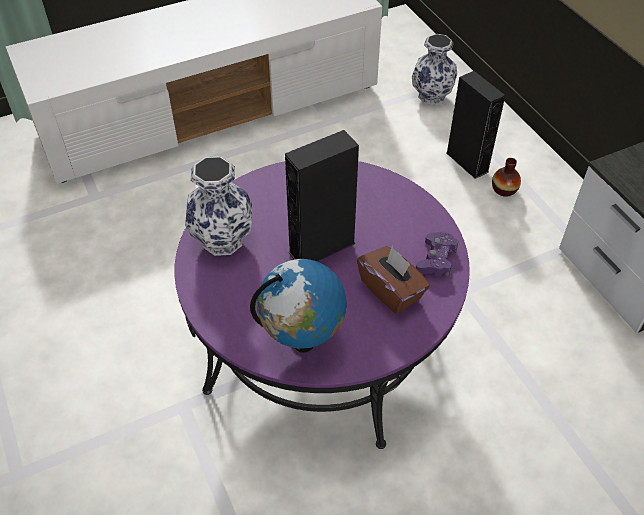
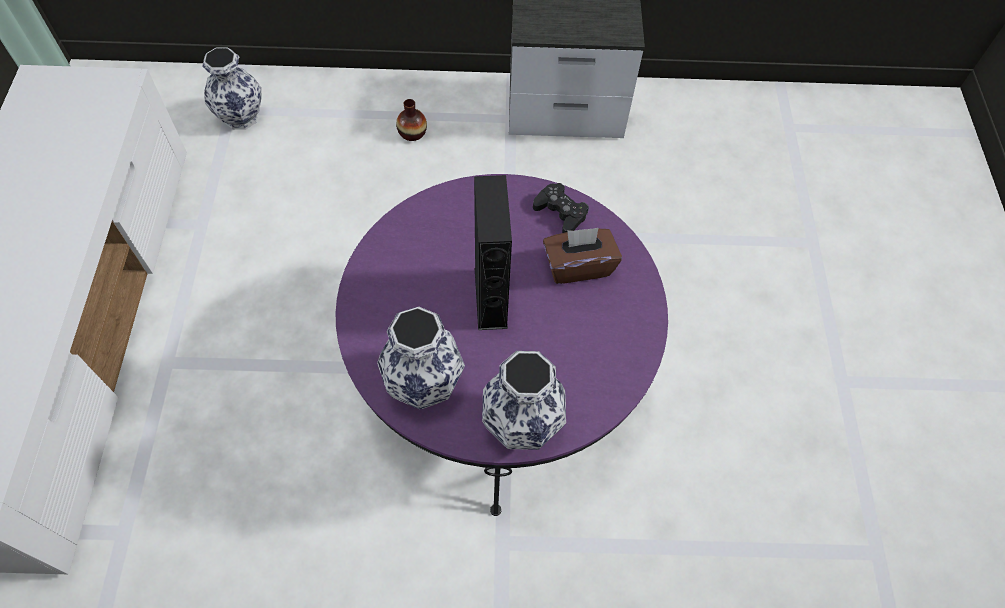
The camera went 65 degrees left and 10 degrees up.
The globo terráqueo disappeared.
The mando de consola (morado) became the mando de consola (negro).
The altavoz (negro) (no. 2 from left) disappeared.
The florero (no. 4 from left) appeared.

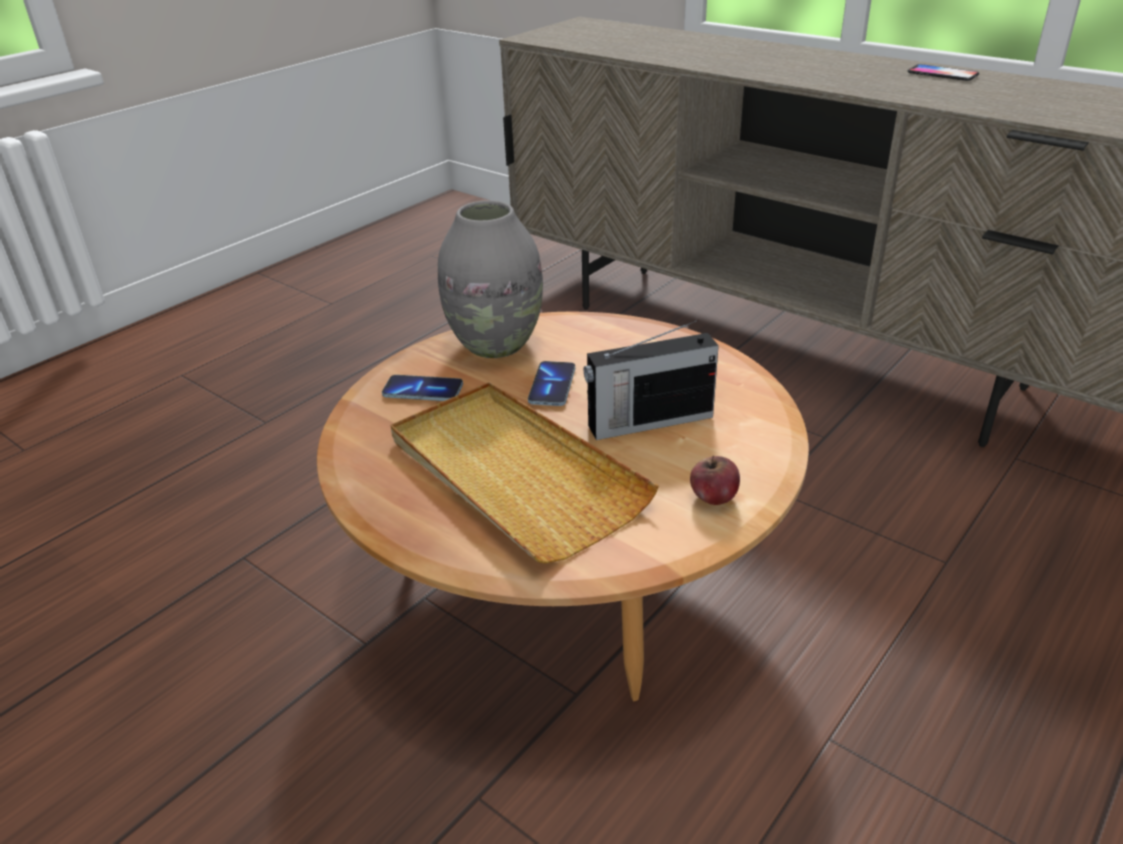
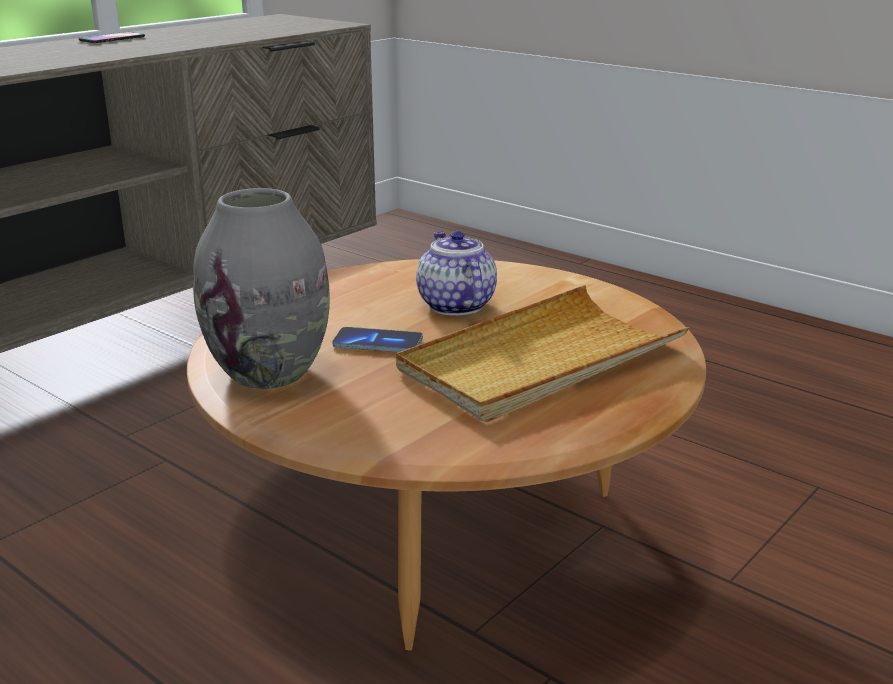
The camera went 90 degrees left and 10 degrees down.
The móvil (no. 1 from left) disappeared.
The radio was replaced by the tetera.
The manzana disappeared.

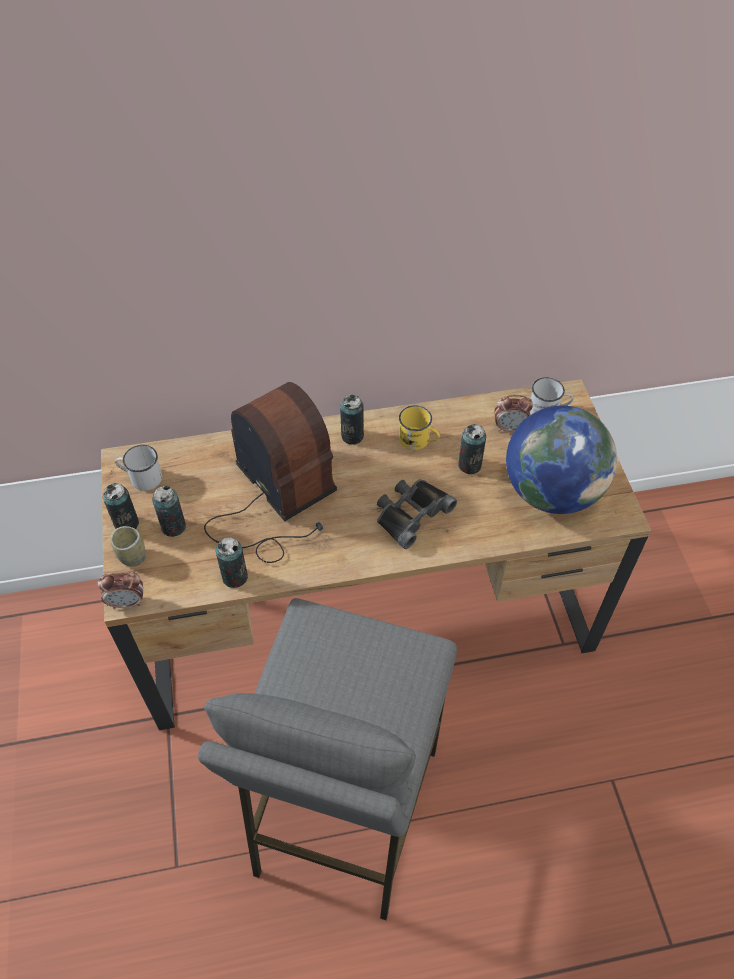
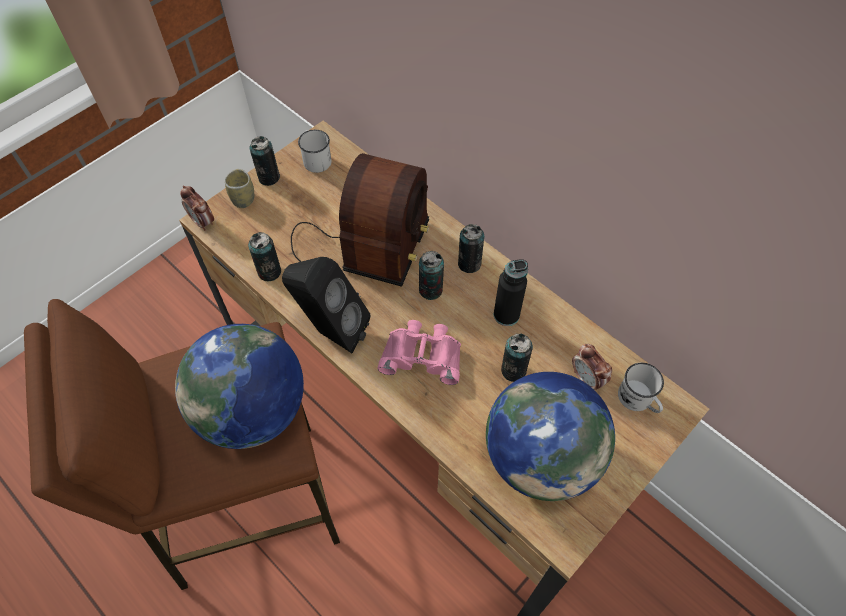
The camera went 55 degrees right and 5 degrees up.
The lata (no. 2 from left in the first image) moved.
The taburete (gris) became the taburete (marrón).
The prismáticos (negro) became the prismáticos (rosa).
The taza grande (amarillo) was replaced by the botella (negro).
The globo terráqueo (no. 1 from left) appeared.
The altavoz (negro) appeared.

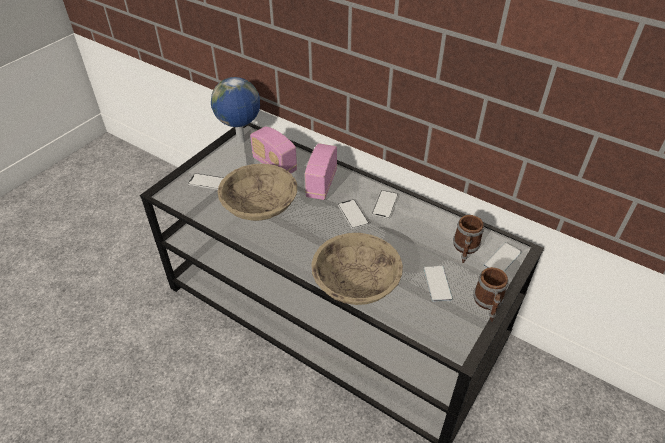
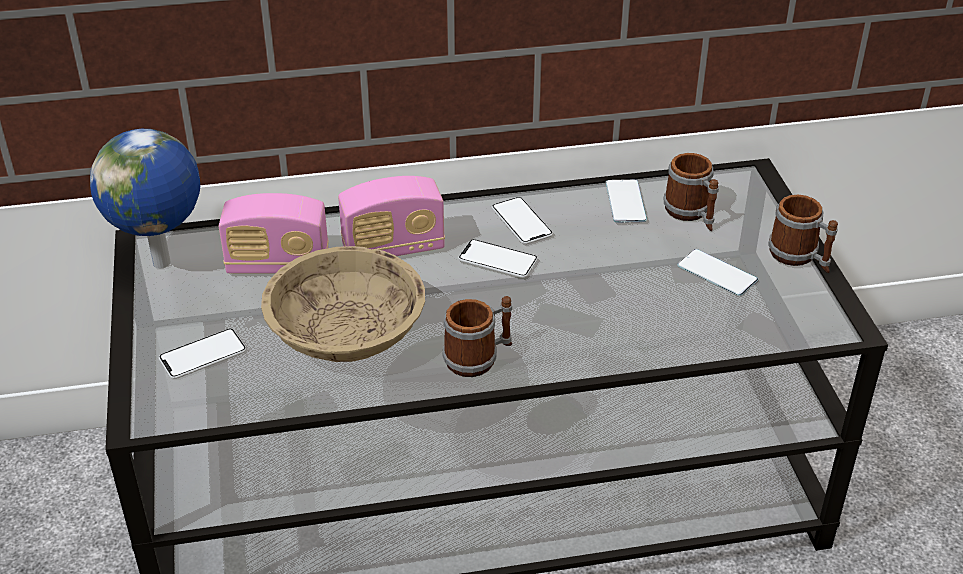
The camera went 45 degrees left and 5 degrees down.
The radio (no. 2 from left) turned 75 degrees counterclockwise.
The cuenco (beis) (no. 2 from left) disappeared.
The móvil (no. 5 from left in the first image) moved.
The taza grande (no. 1 from left) appeared.

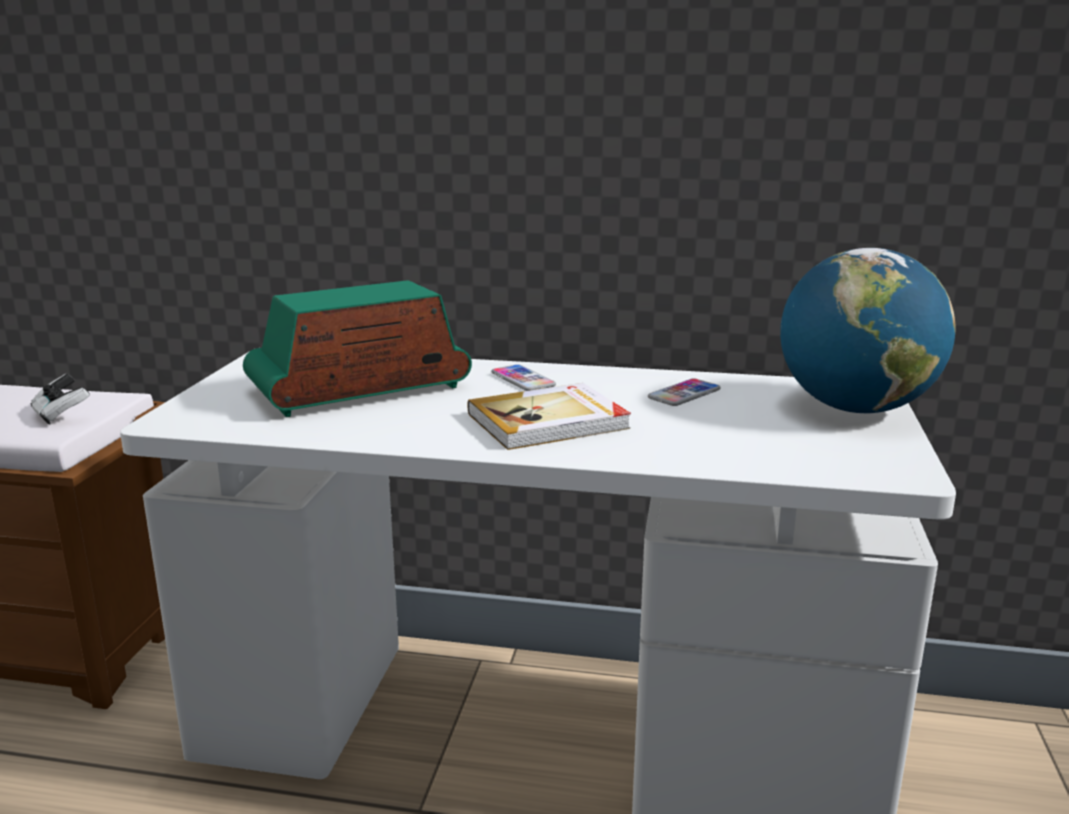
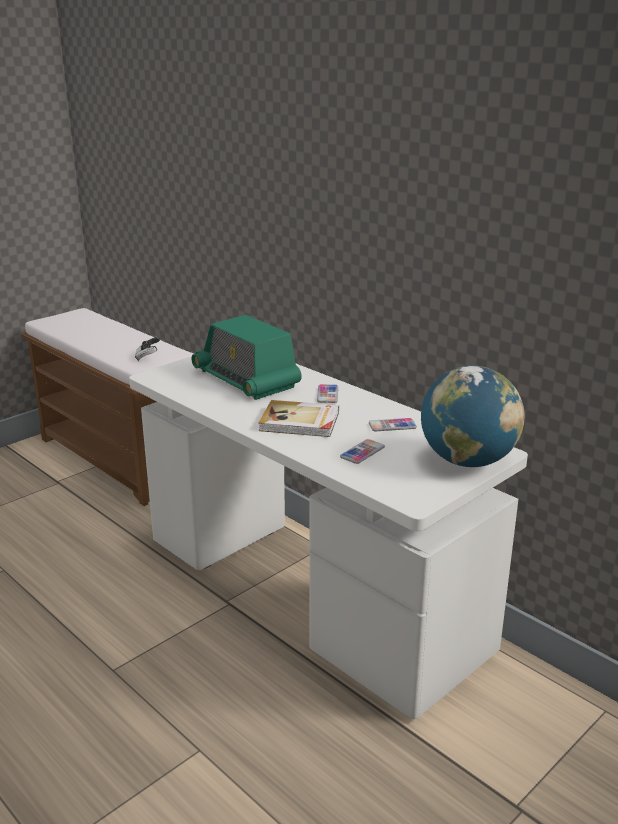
The camera went 35 degrees right and 5 degrees up.
The radio turned 135 degrees counterclockwise.
The móvil (no. 2 from left) appeared.

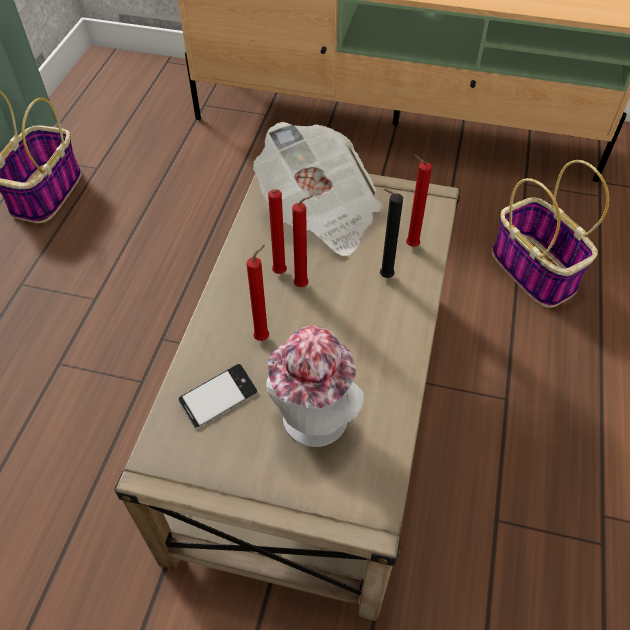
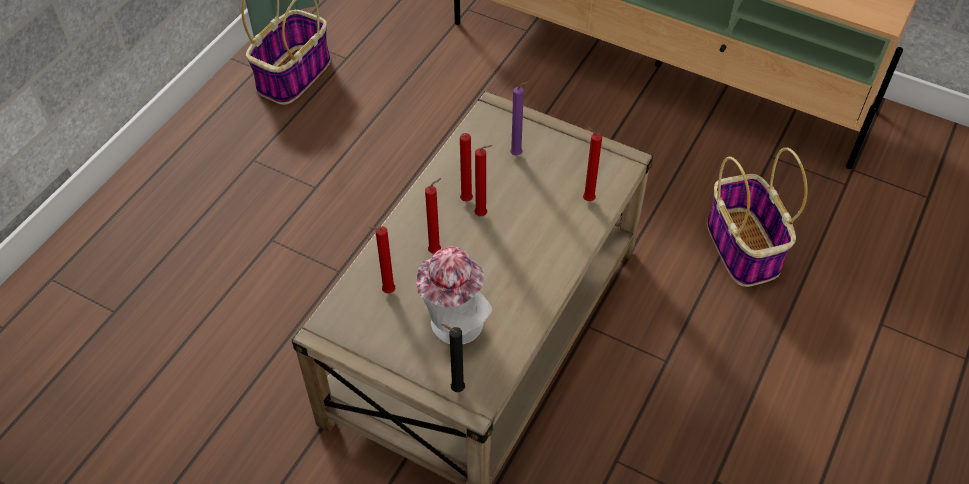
The camera went 15 degrees right and 0 degrees up.
The móvil was replaced by the vela (rojo) (no. 1 from left).
The periódico was replaced by the vela (morado).
The vela (negro) moved.

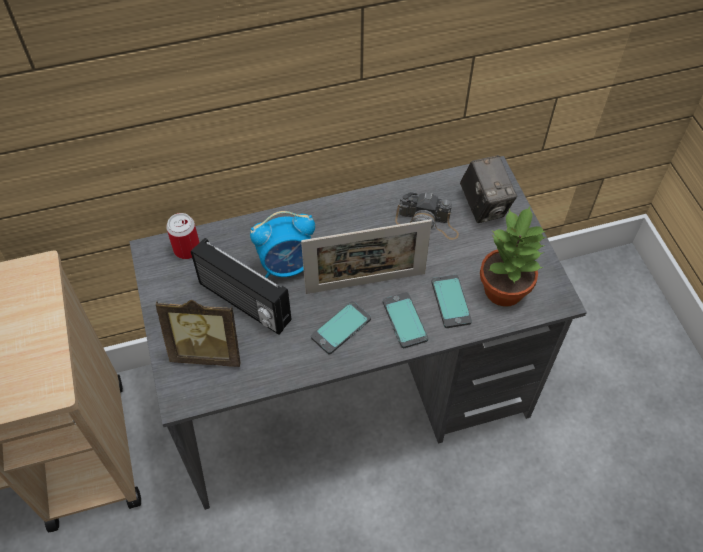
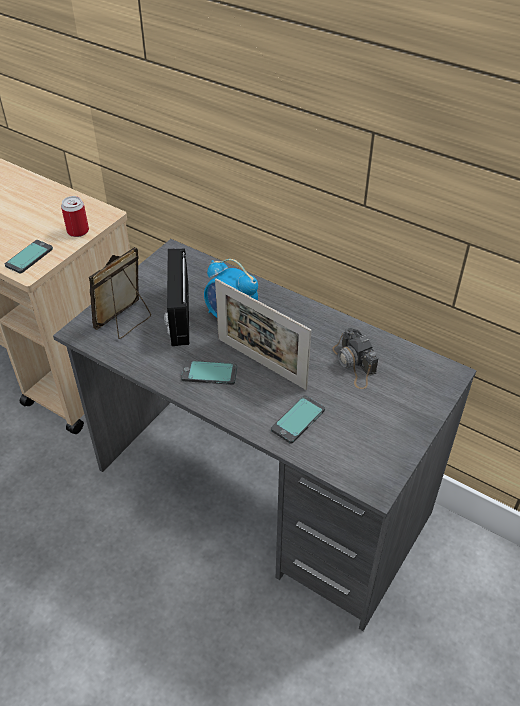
The camera went 50 degrees right and 10 degrees down.
The portarretratos (no. 1 from left) turned 75 degrees clockwise.
The lata moved.
The móvil (no. 2 from left in the first image) moved.
The cámara (no. 2 from left) disappeared.
The planta en maceta disappeared.

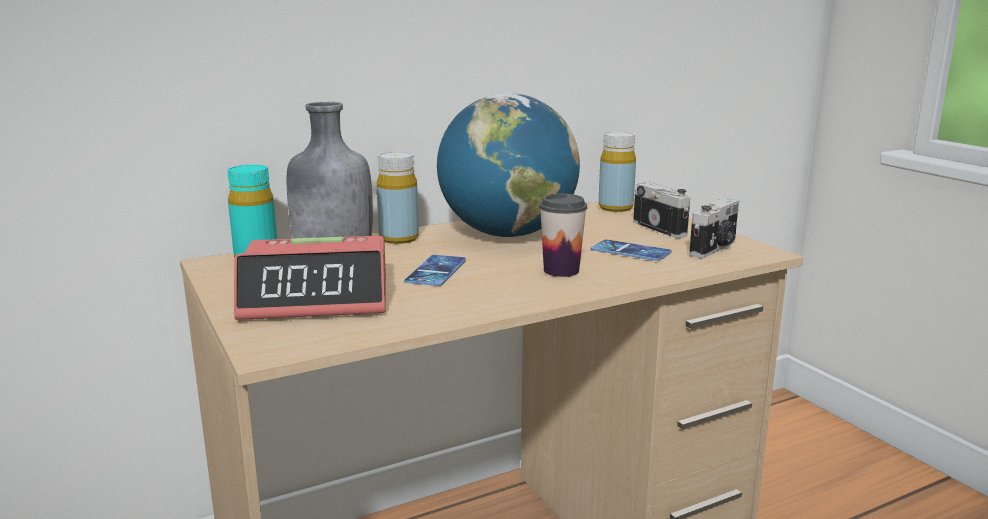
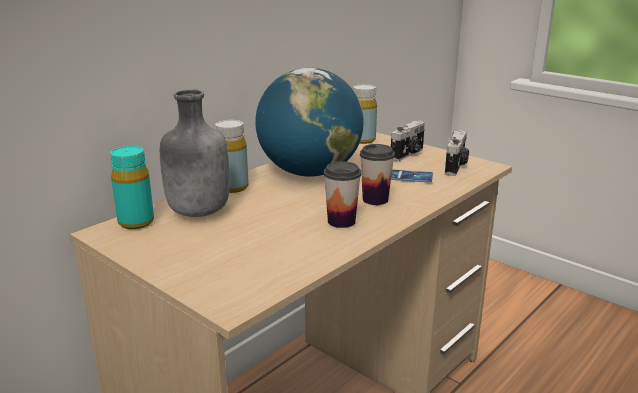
The camera went 20 degrees left and 5 degrees up.
The despertador disappeared.
The móvil (no. 1 from left) disappeared.
The cámara (no. 1 from left) turned 90 degrees clockwise.
The taza (no. 1 from left) appeared.

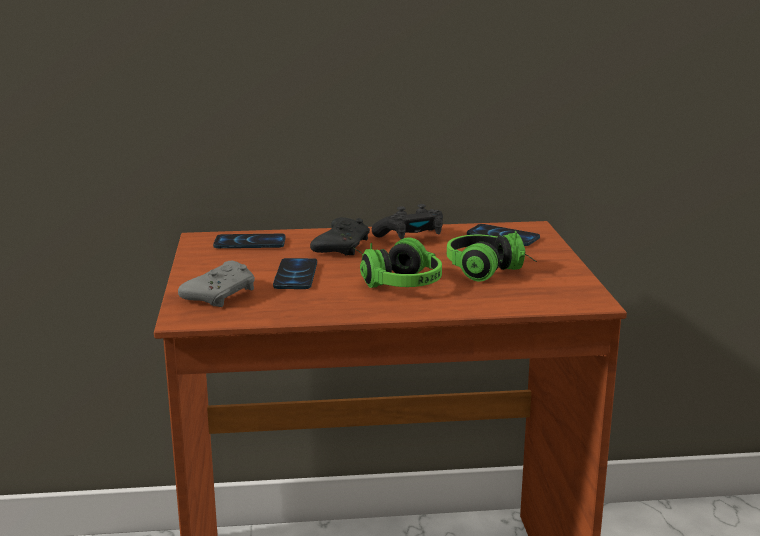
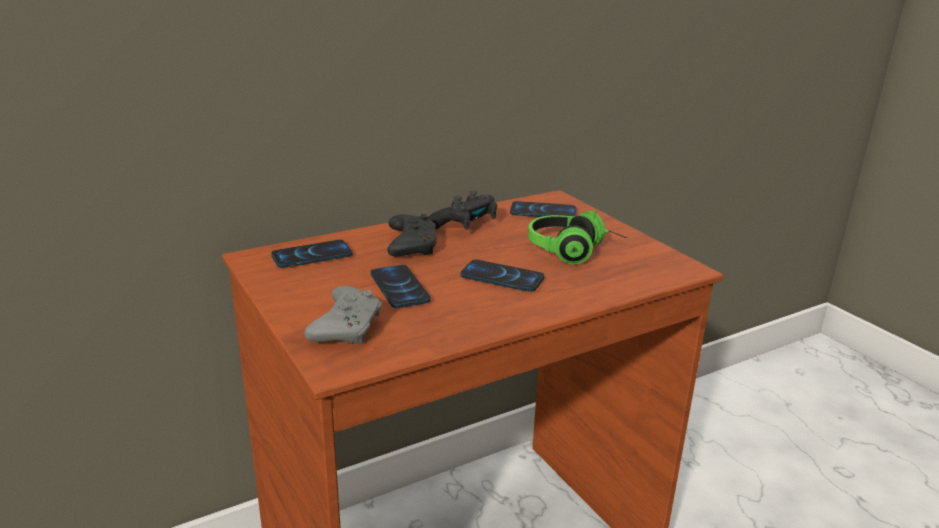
The camera went 25 degrees left and 5 degrees up.
The auriculares (no. 1 from left) was replaced by the móvil (no. 3 from left).

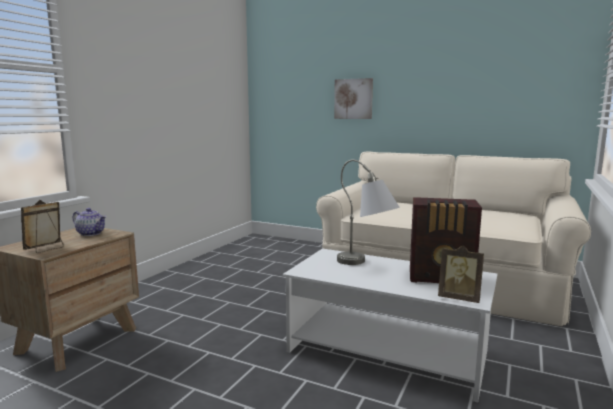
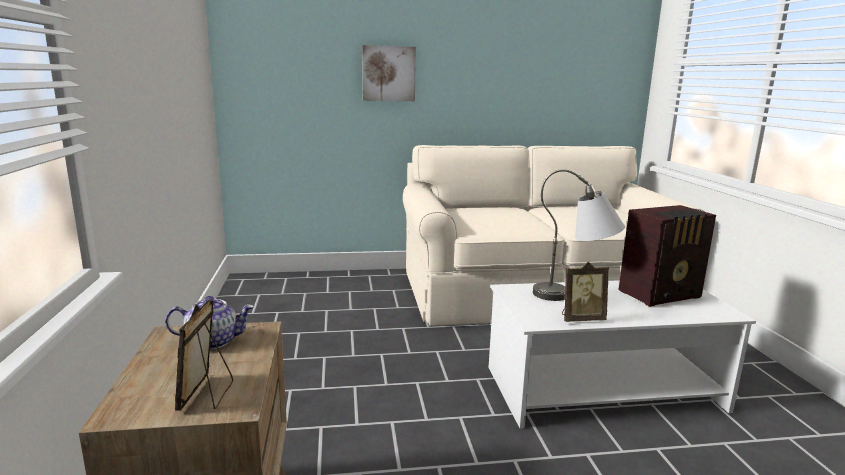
The camera went 35 degrees left and 5 degrees up.
The portarretratos (no. 2 from left) moved.

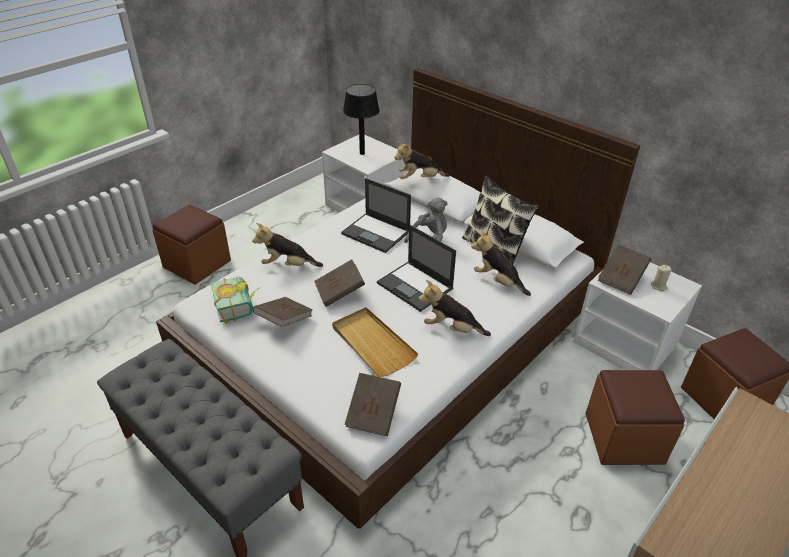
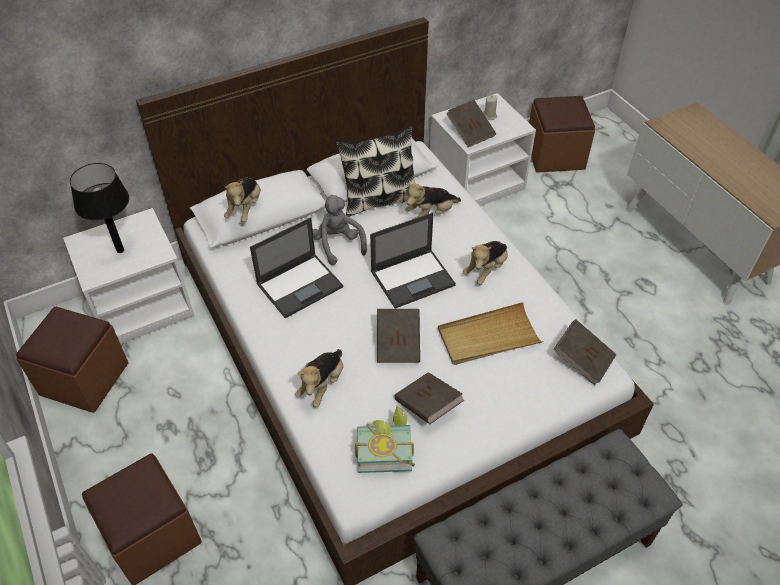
The camera went 70 degrees left and 10 degrees up.
The puf (marrón) (no. 2 from left in the first image) moved.

